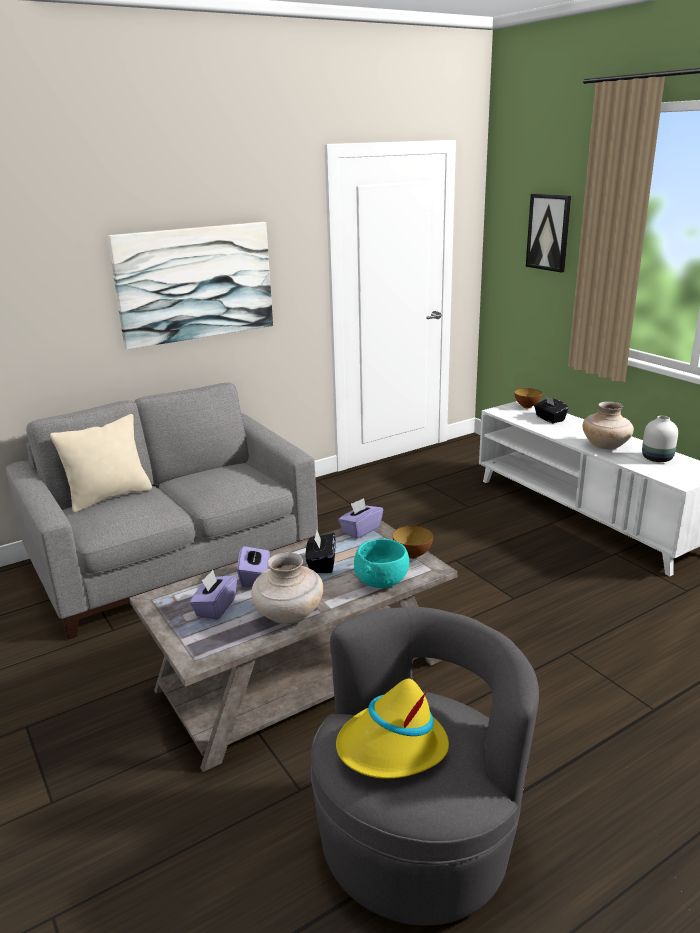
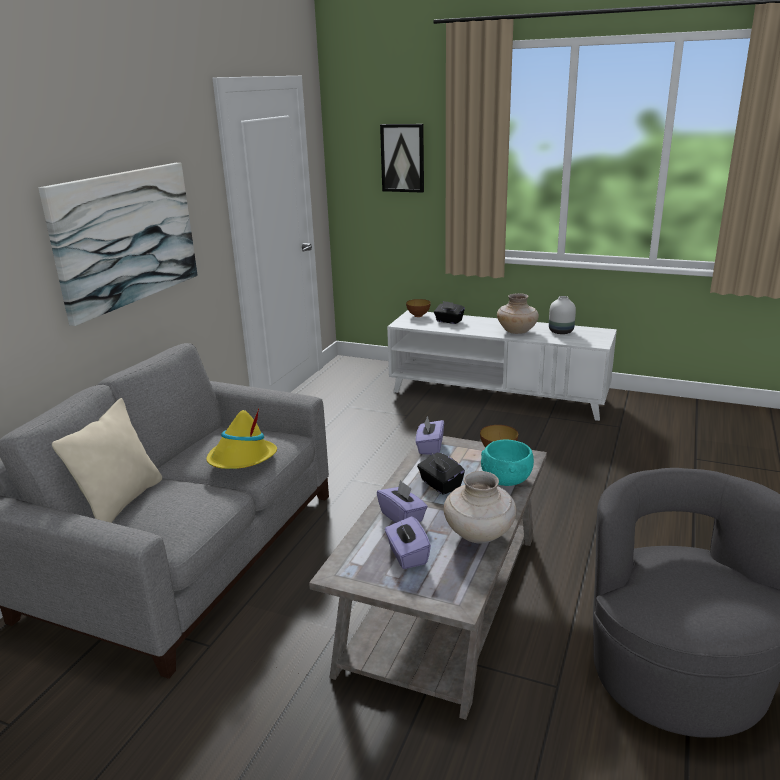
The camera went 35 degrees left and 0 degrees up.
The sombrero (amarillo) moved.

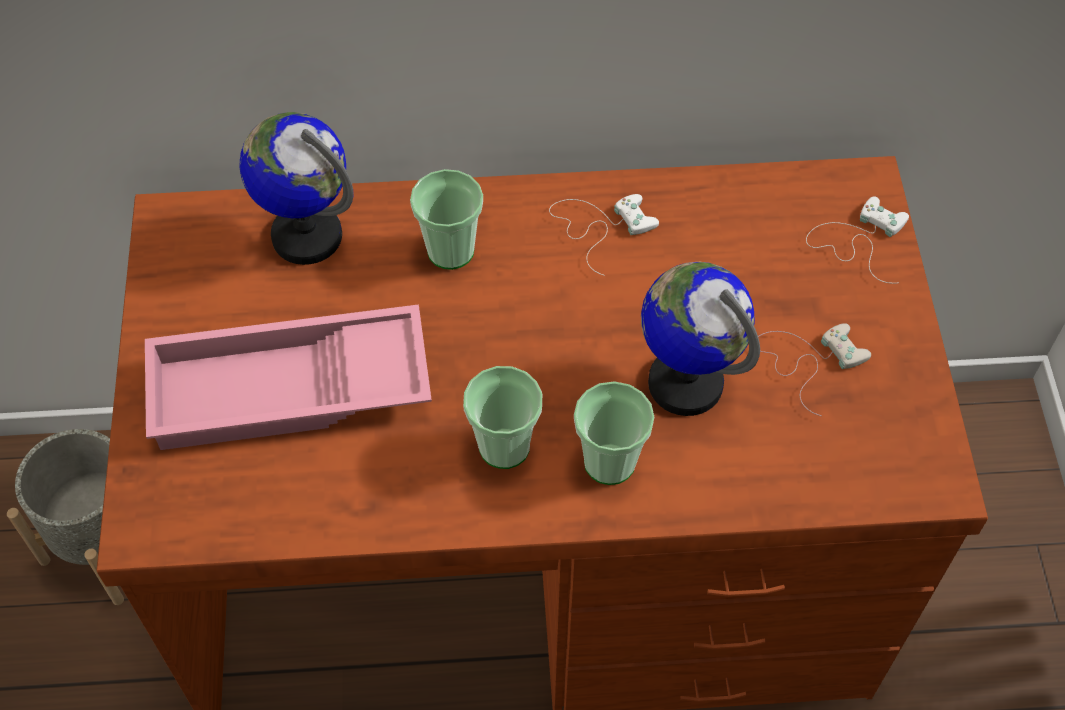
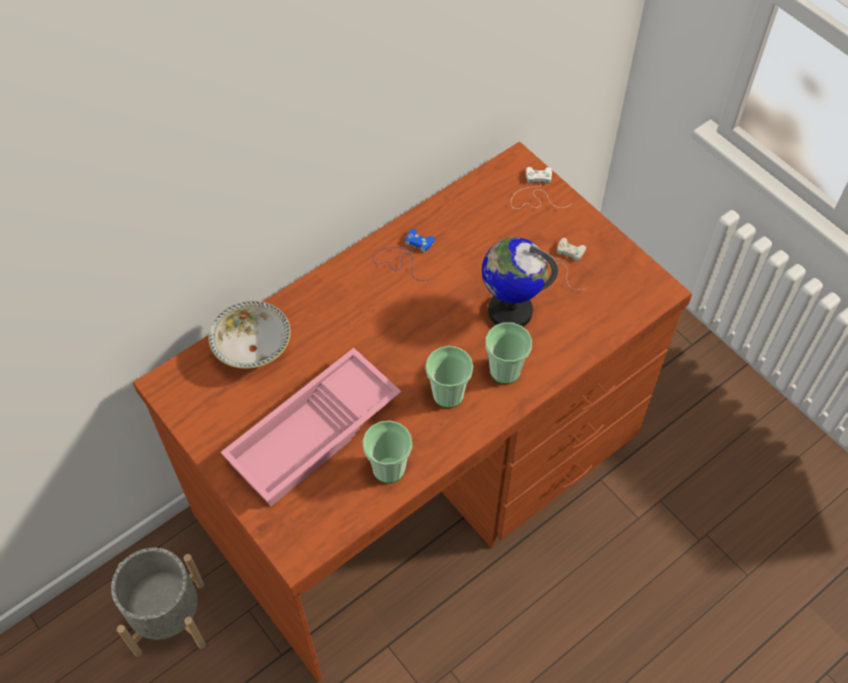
The camera went 35 degrees left and 0 degrees up.
The globo terráqueo (no. 1 from left) was replaced by the cuenco.
The taza (no. 1 from left) moved.
The mando de consola (blanco) (no. 1 from left) became the mando de consola (azul).

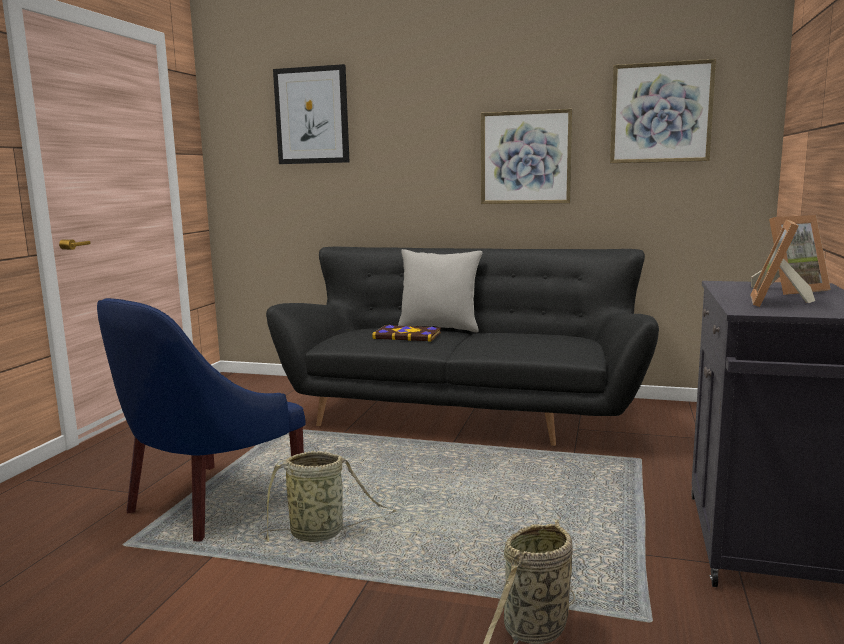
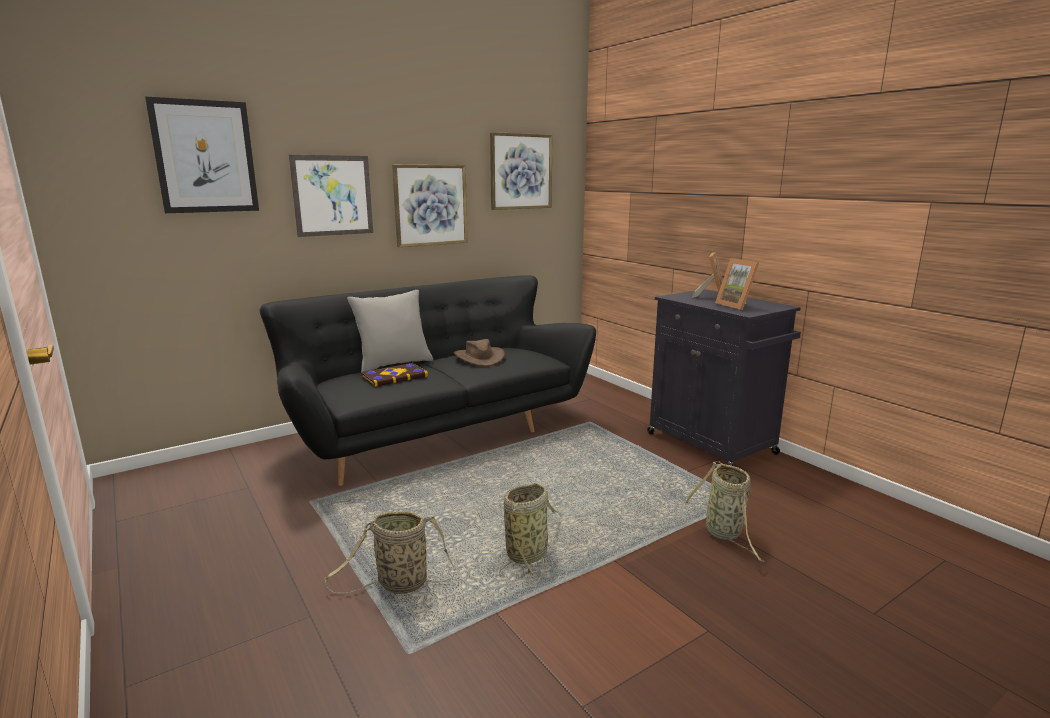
The camera went 50 degrees left and 5 degrees up.
The sillón (azul) was replaced by the cesta (no. 1 from left).
The cuadro (no. 2 from left) appeared.
The sombrero (marrón) appeared.

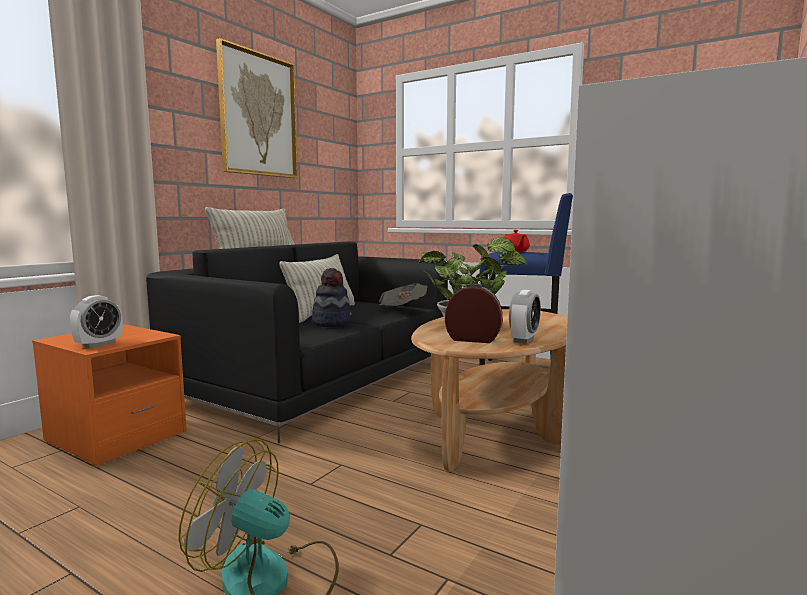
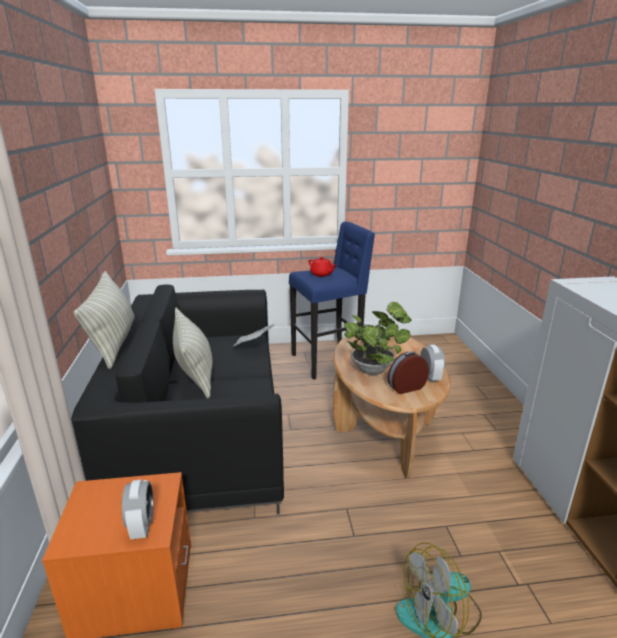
The camera went 40 degrees left and 15 degrees up.
The cuadro disappeared.
The sombrero disappeared.

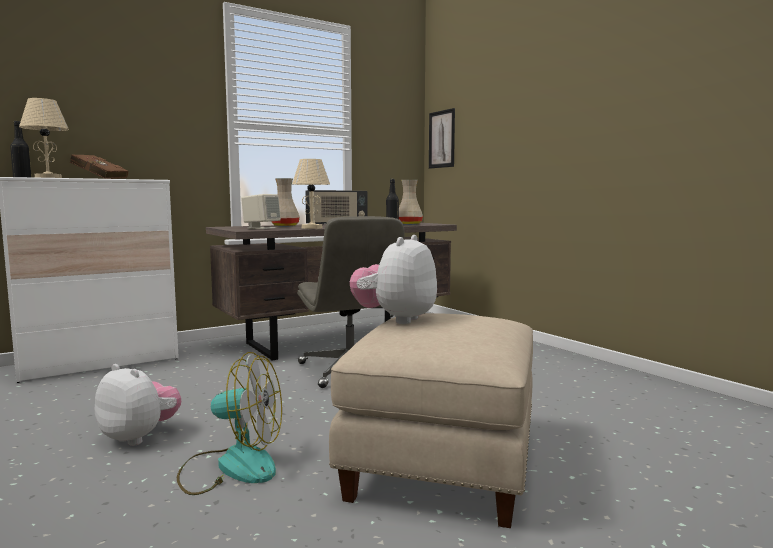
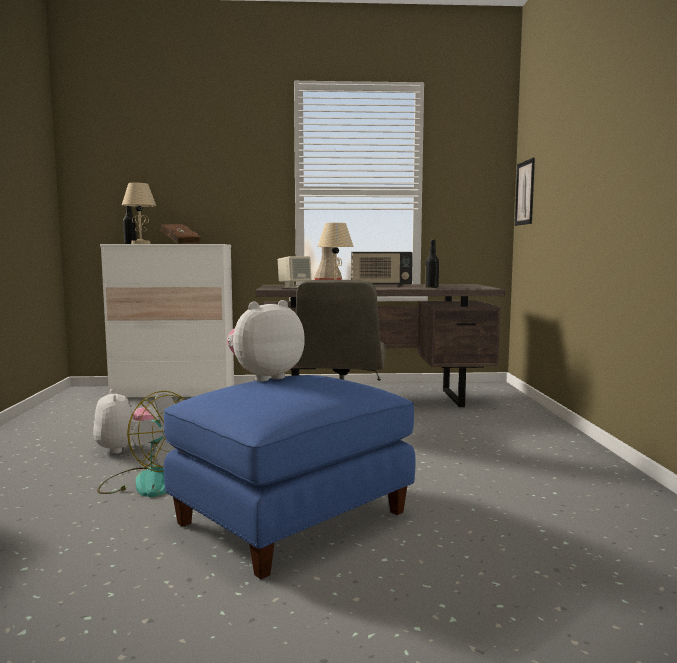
The camera went 30 degrees right and 0 degrees up.
The puf (beis) became the puf (azul).
The florero (beis) (no. 2 from left) disappeared.

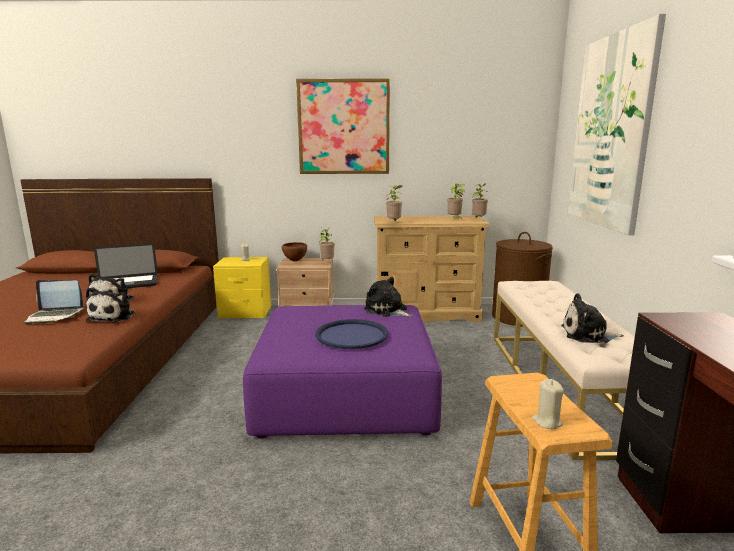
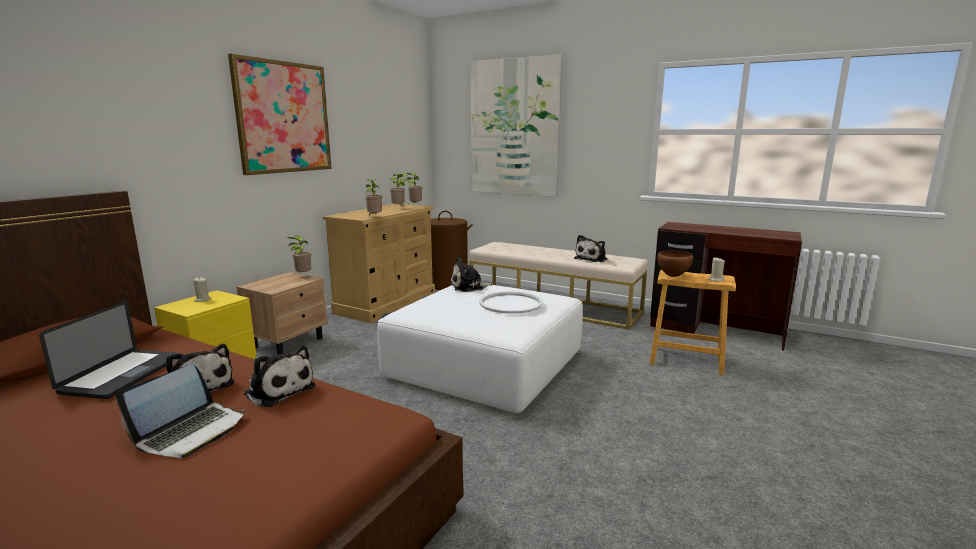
The camera went 60 degrees left and 0 degrees up.
The puf (morado) became the puf (blanco).
The cuenco (marrón) moved.
The bandeja (azul) became the bandeja (blanco).

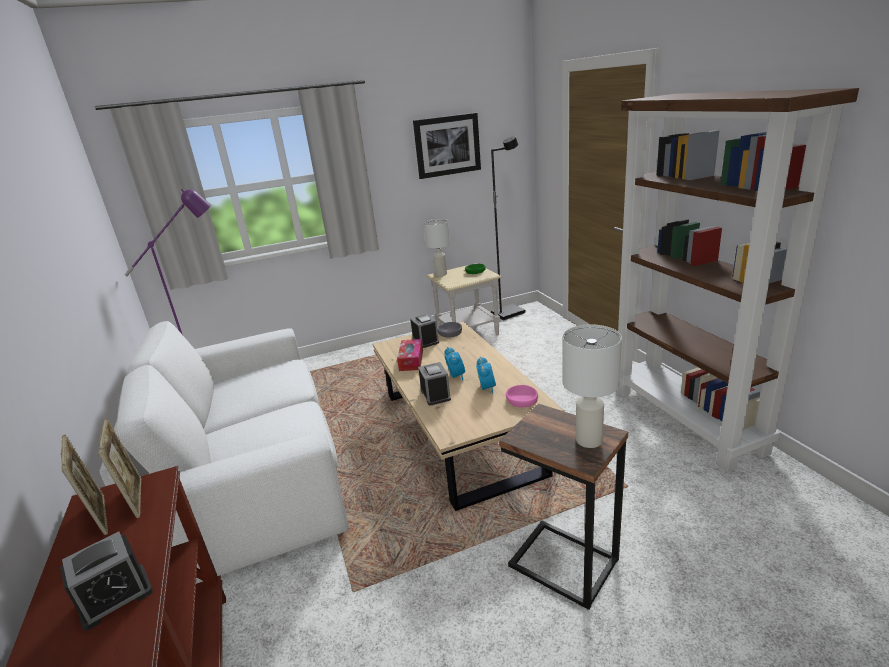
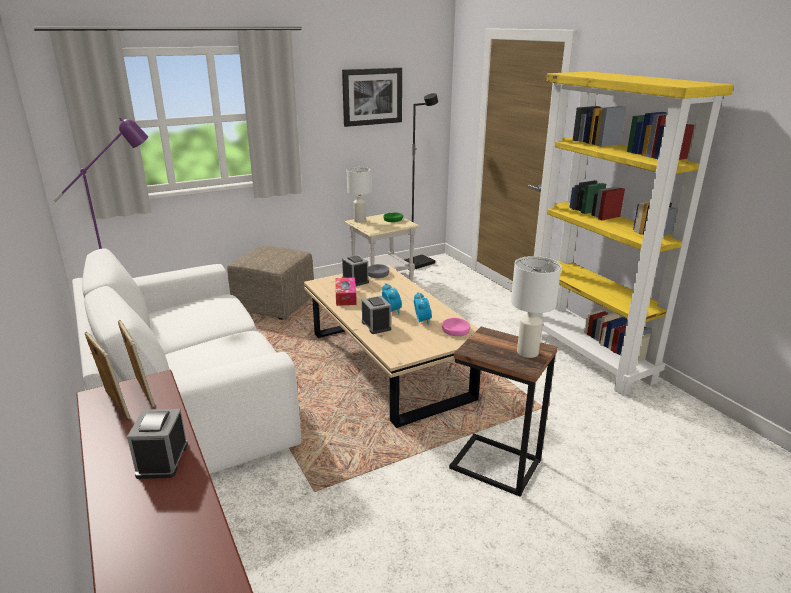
The camera went 10 degrees left and 0 degrees up.
The despertador (no. 1 from left) turned 135 degrees clockwise.
The estantería (marrón) became the estantería (amarillo).
The puf (beis) appeared.

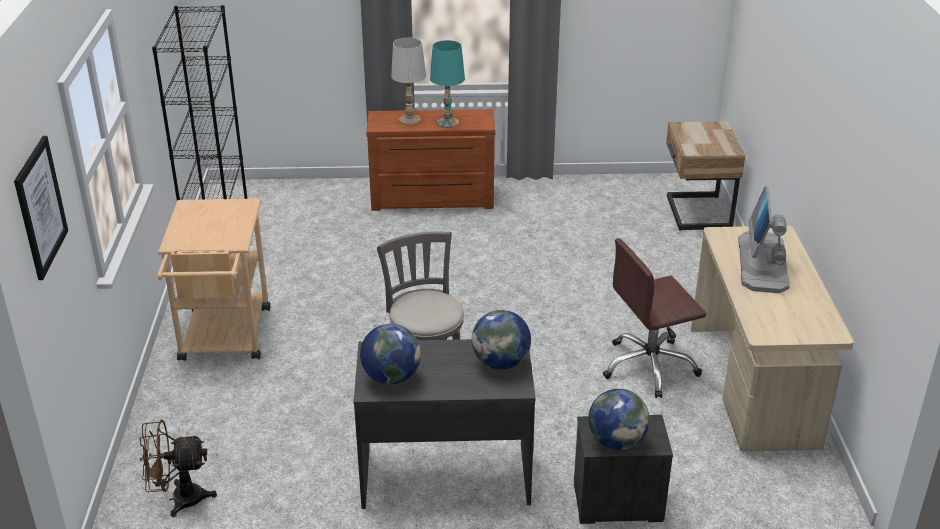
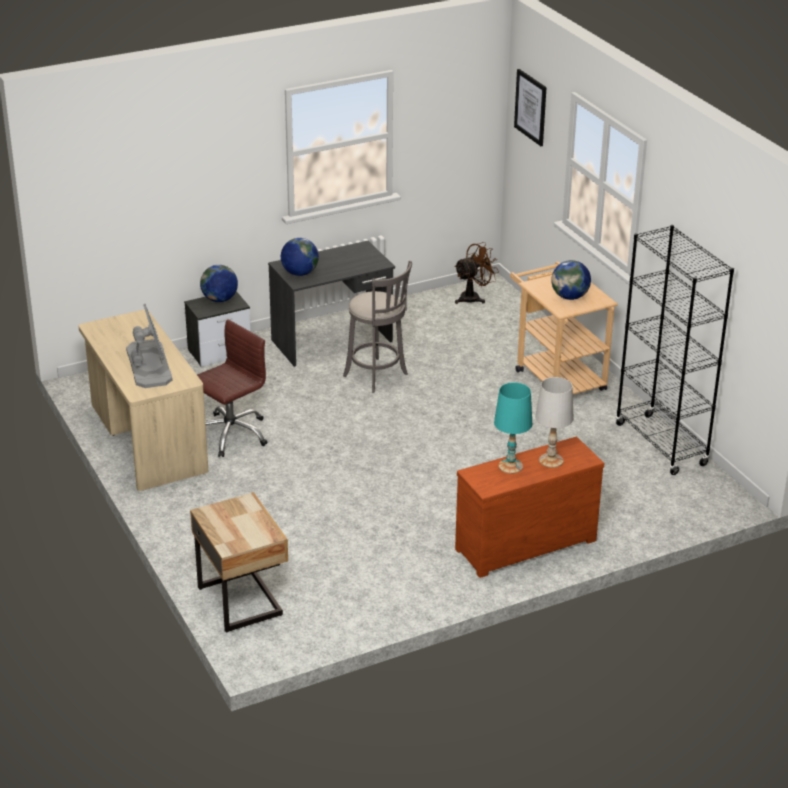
The camera went 155 degrees right and 0 degrees up.
The globo terráqueo (no. 1 from left in the first image) moved.

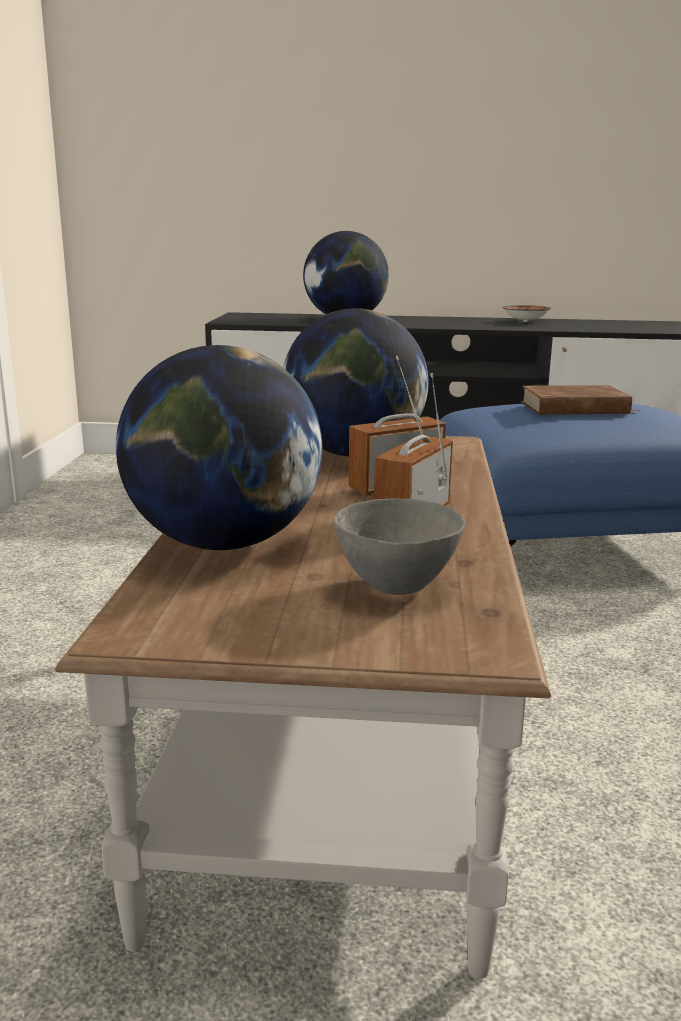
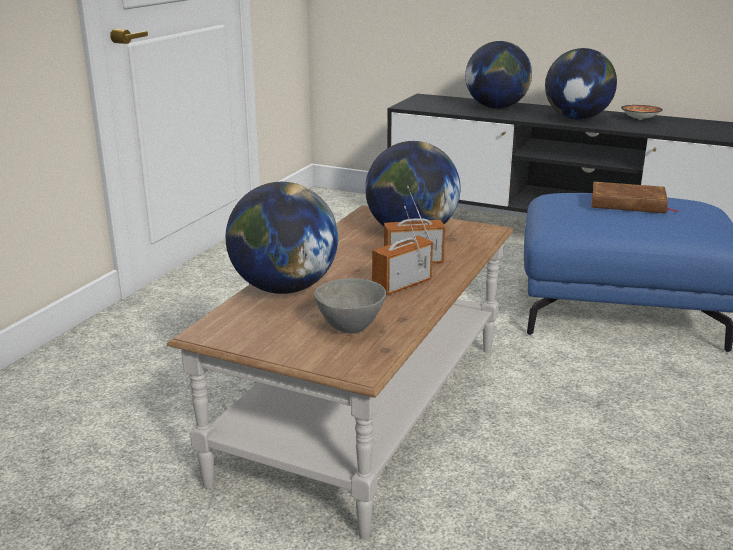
The camera went 20 degrees right and 5 degrees up.
The globo terráqueo (no. 4 from left) appeared.

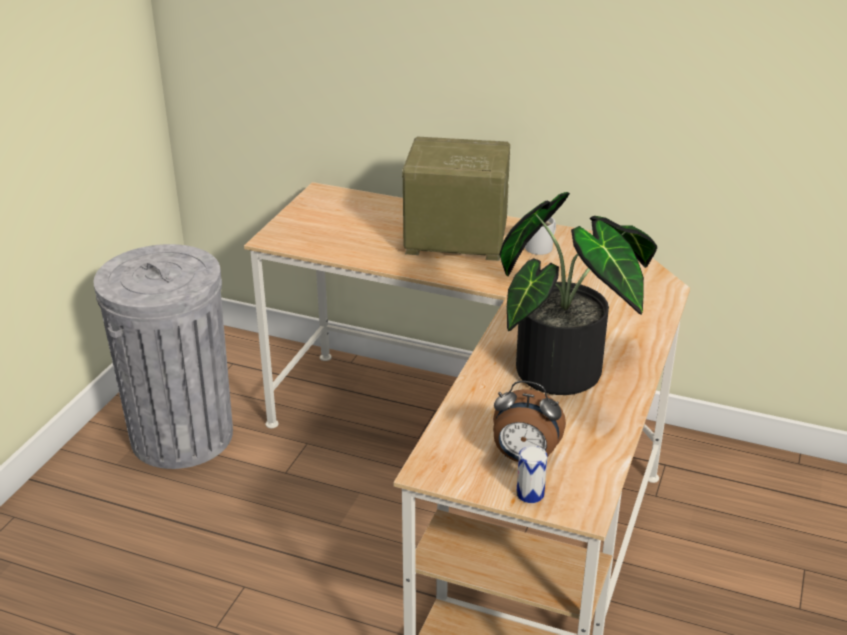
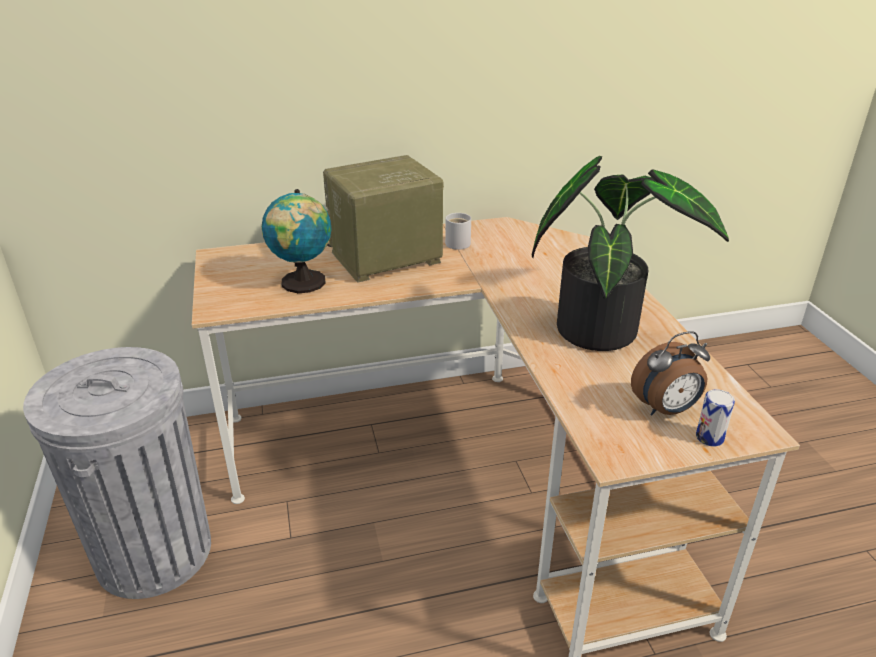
The camera went 35 degrees left and 0 degrees up.
The globo terráqueo appeared.

